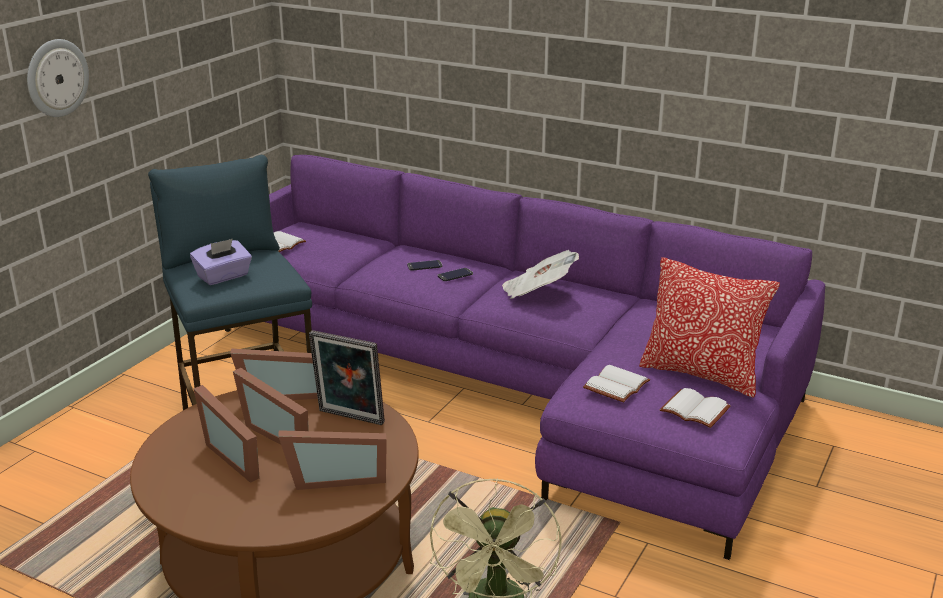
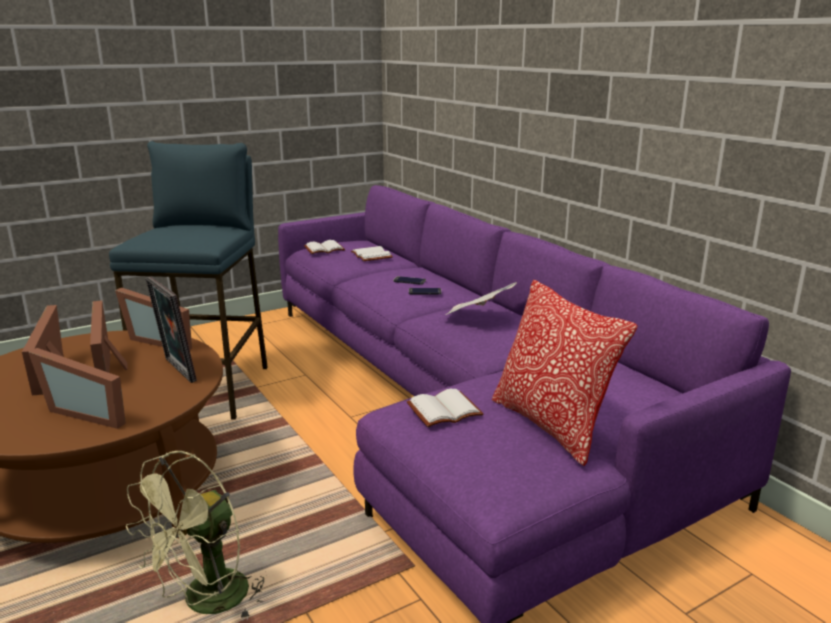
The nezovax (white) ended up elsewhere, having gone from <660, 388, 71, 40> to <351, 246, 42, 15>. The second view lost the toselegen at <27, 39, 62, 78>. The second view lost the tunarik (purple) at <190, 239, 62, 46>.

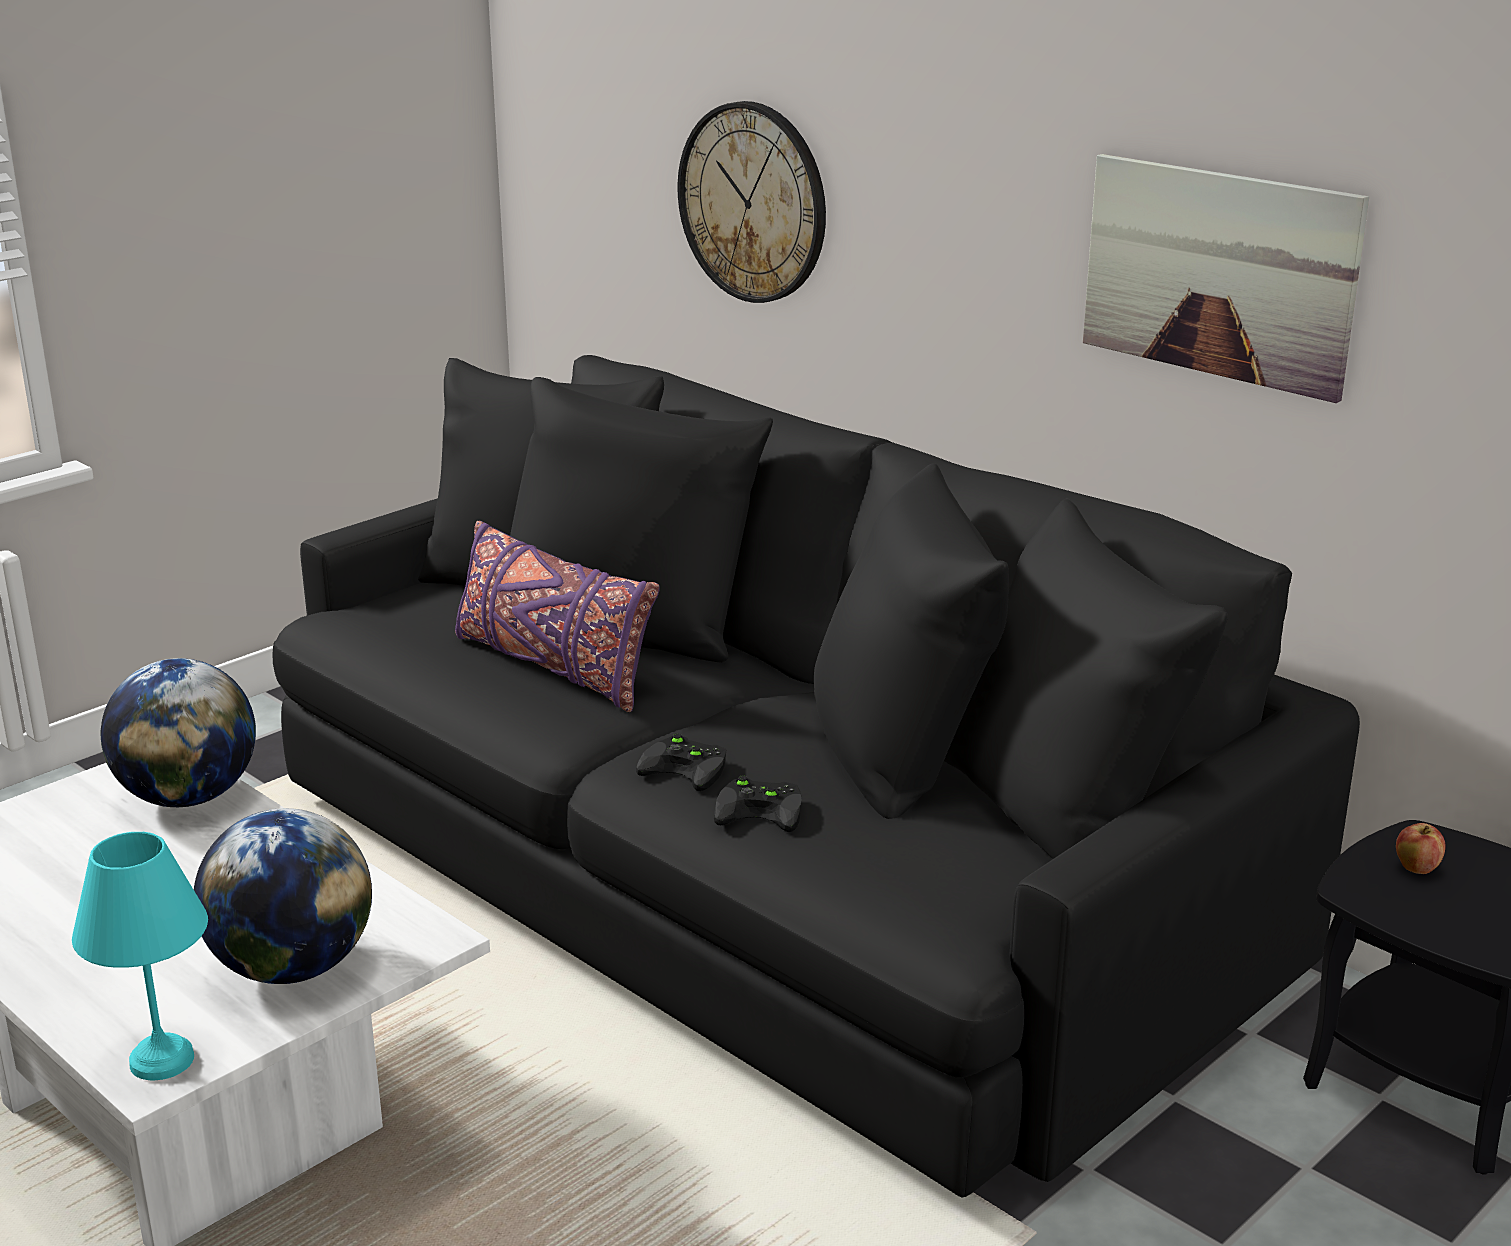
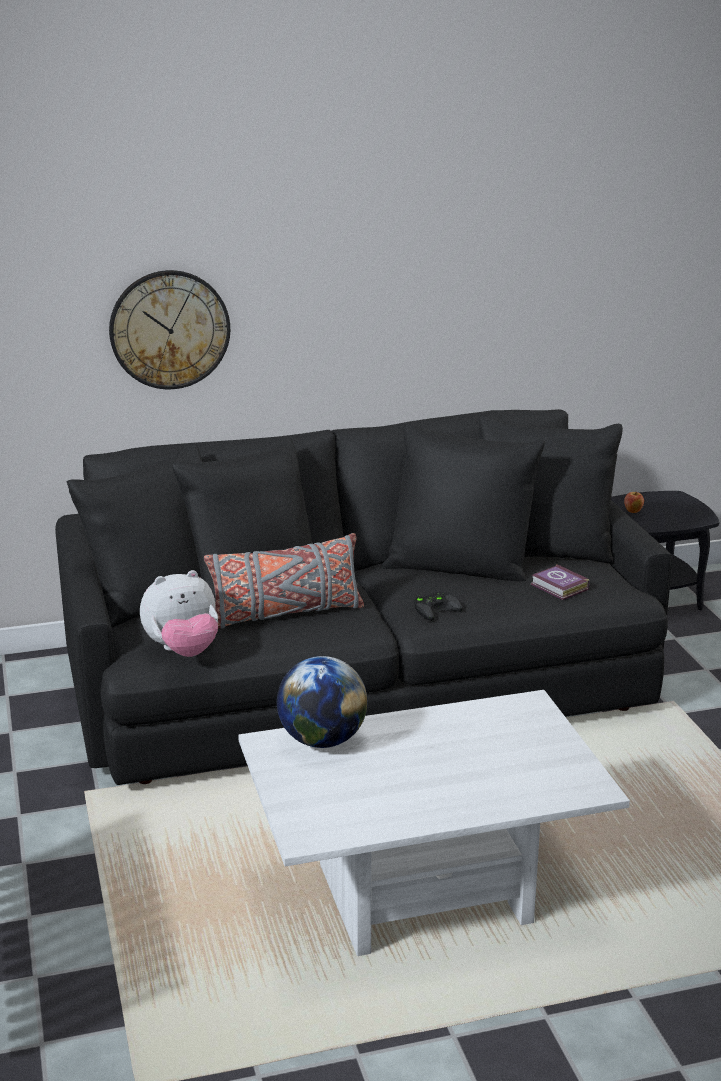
The second view gained the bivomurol at <140, 570, 78, 87>. What was the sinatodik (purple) at <455, 521, 205, 191> turned into the sinatodik (grey) at <204, 533, 160, 96>. The second view gained the nezovax at <531, 564, 58, 36>. The second view lost the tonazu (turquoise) at <72, 832, 136, 249>. The second view lost the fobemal at <194, 808, 178, 176>. The second view lost the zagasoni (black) at <714, 776, 88, 56>. The second view lost the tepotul at <1083, 154, 286, 249>.

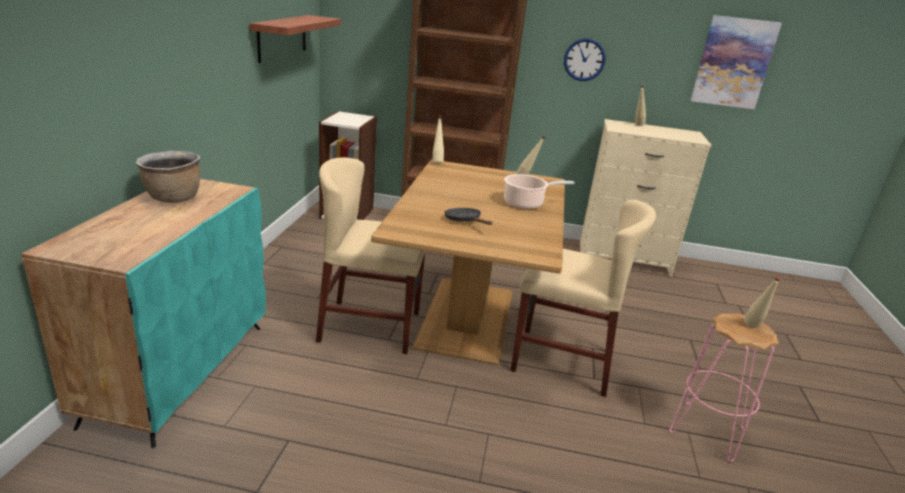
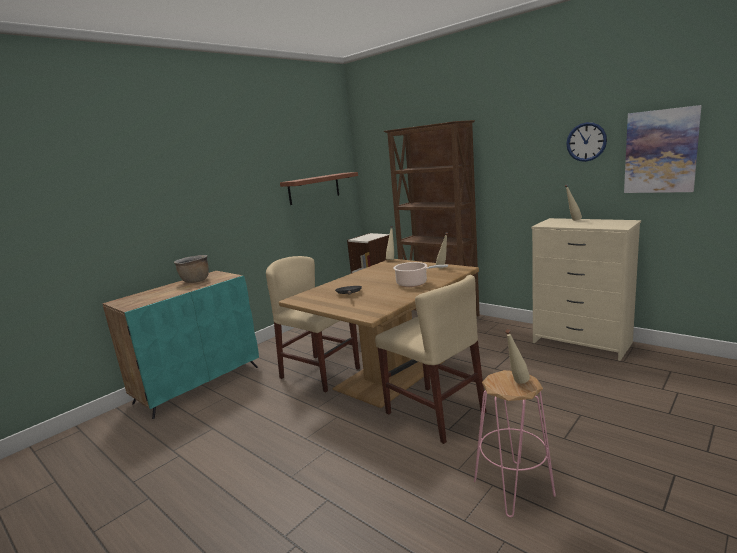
The toselegen ended up elsewhere, having gone from <564, 38, 42, 43> to <566, 122, 41, 40>.

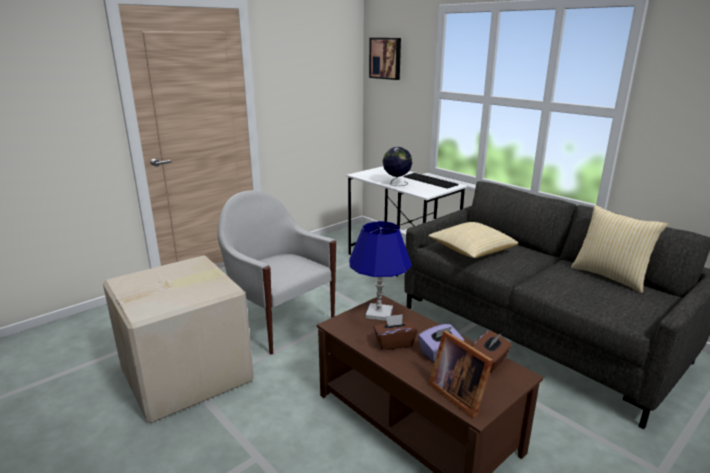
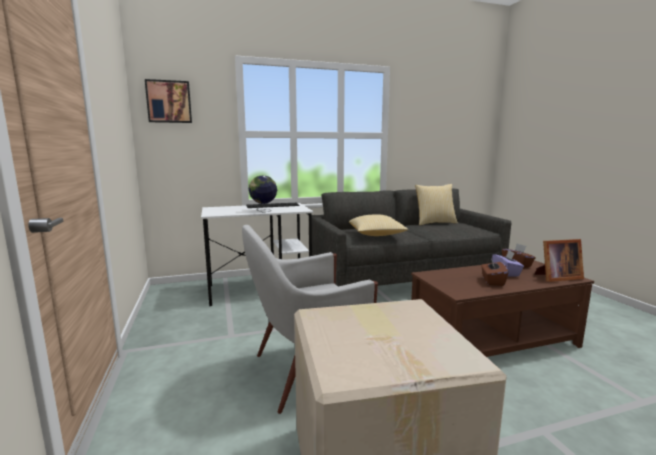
The second view lost the tonazu (blue) at <349, 221, 63, 100>.

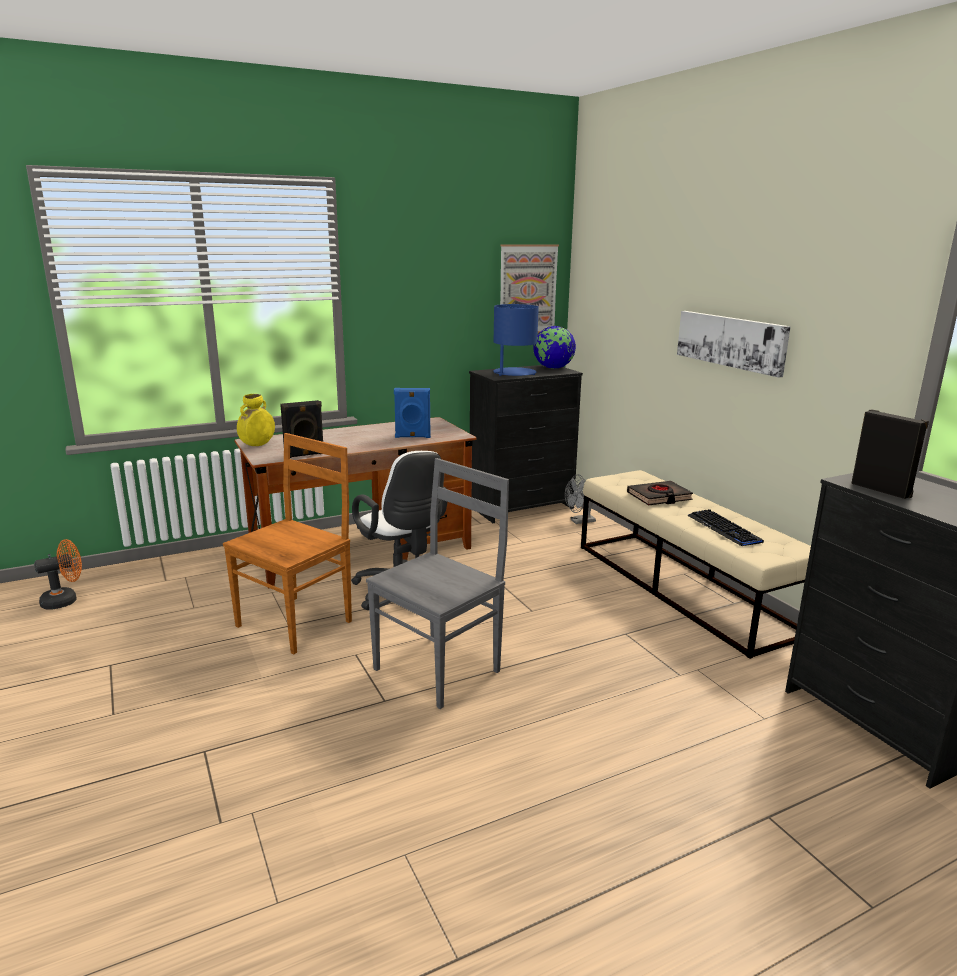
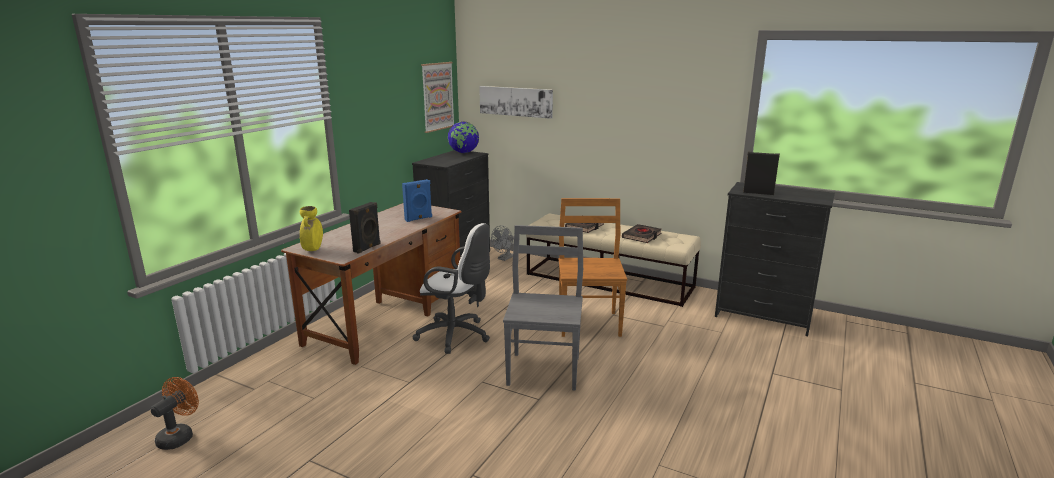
The tepotul ended up elsewhere, having gone from <677, 311, 114, 67> to <479, 86, 74, 33>. The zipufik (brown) ended up elsewhere, having gone from <223, 433, 129, 221> to <559, 198, 68, 139>. Where the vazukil stood at <687, 509, 77, 37>, the nezovax (black) came to stand at <622, 224, 40, 19>. The second view lost the tonazu (blue) at <493, 304, 46, 72>.

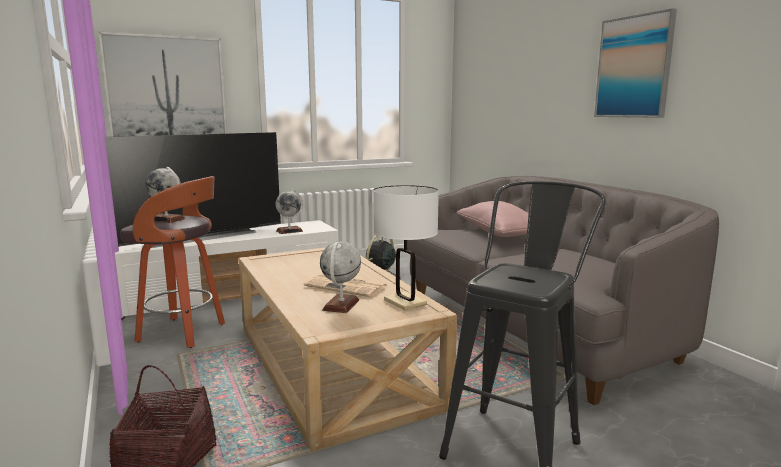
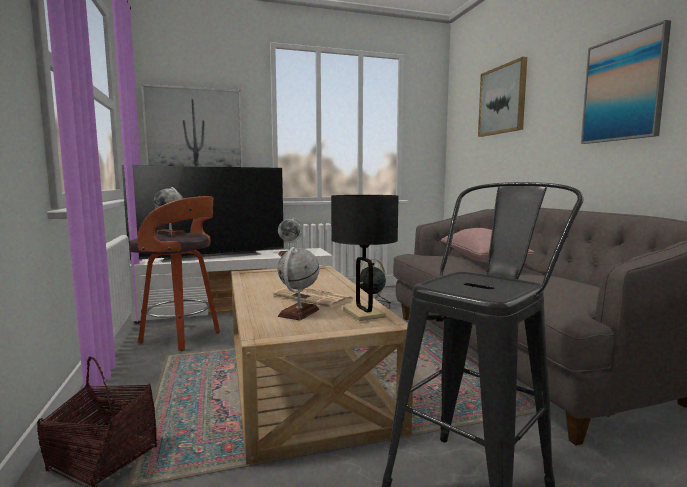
What was the tonazu (white) at <373, 185, 66, 126> turned into the tonazu (black) at <331, 195, 68, 126>. The second view gained the tepotul at <478, 57, 49, 80>.

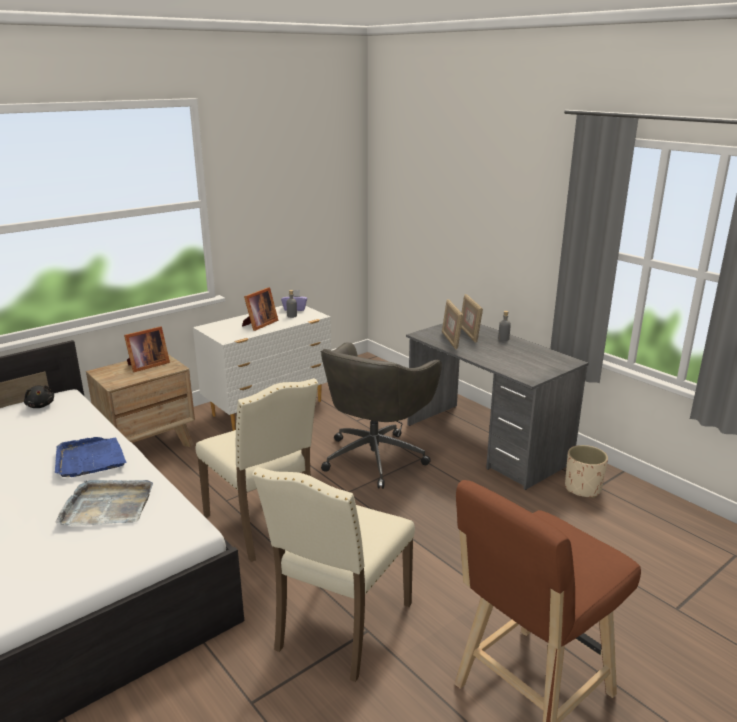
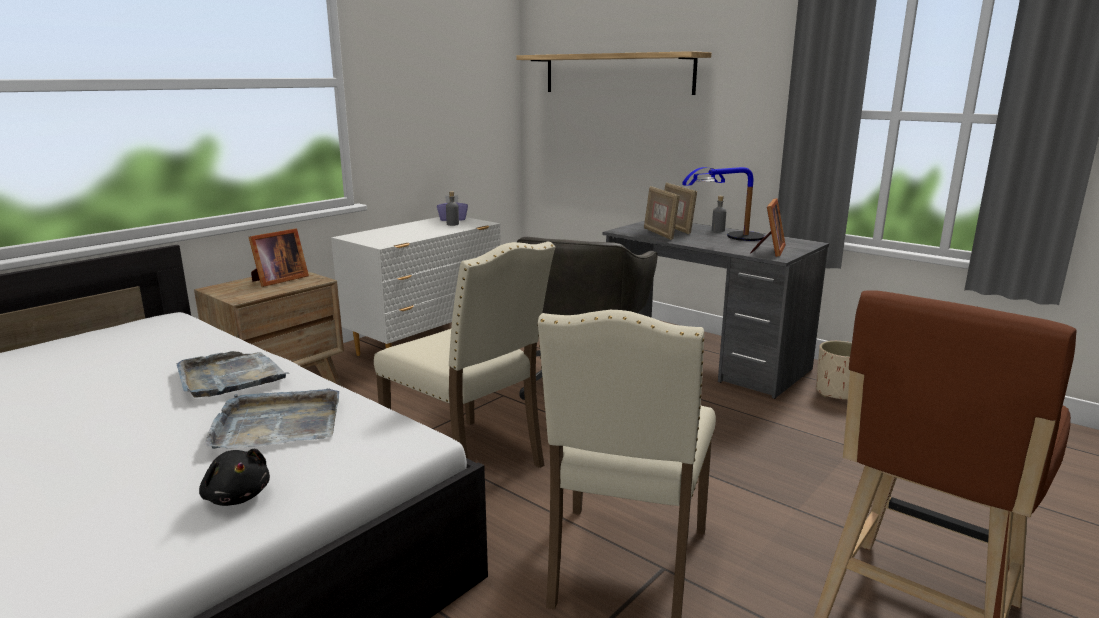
What was the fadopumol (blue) at <55, 437, 72, 40> turned into the fadopumol (grey) at <177, 351, 112, 47>. The bivomurol (black) ended up elsewhere, having gone from <24, 385, 30, 23> to <199, 449, 71, 57>. The second view gained the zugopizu at <516, 51, 195, 44>. The second view gained the tonazu at <682, 167, 83, 74>. The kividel ended up elsewhere, having gone from <242, 287, 37, 44> to <750, 198, 36, 59>.

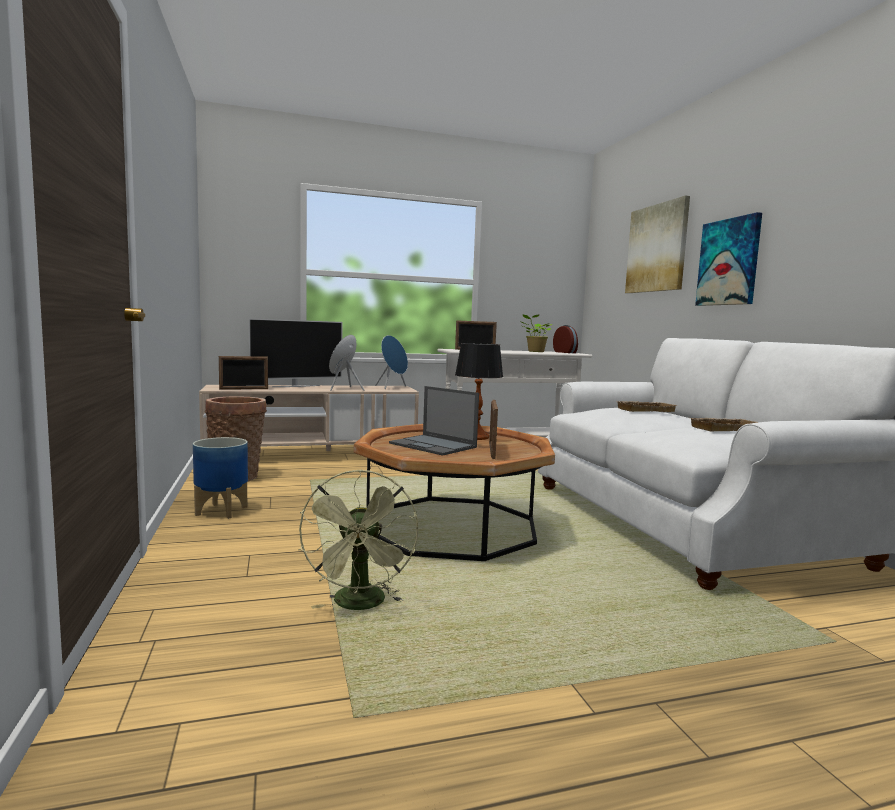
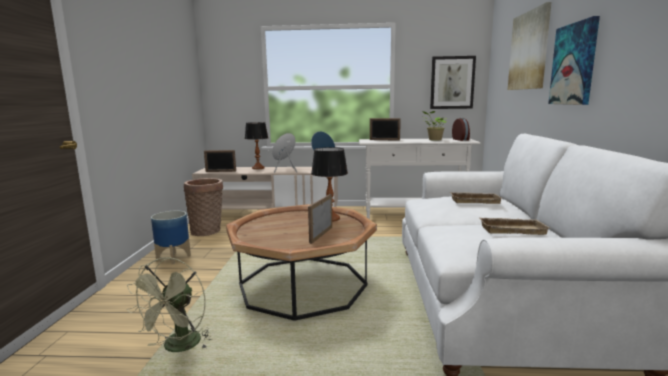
Where the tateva stood at <248, 318, 95, 69>, the tonazu came to stand at <245, 122, 23, 48>. The second view gained the tepotul at <430, 56, 46, 53>. The second view lost the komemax at <389, 386, 90, 70>.

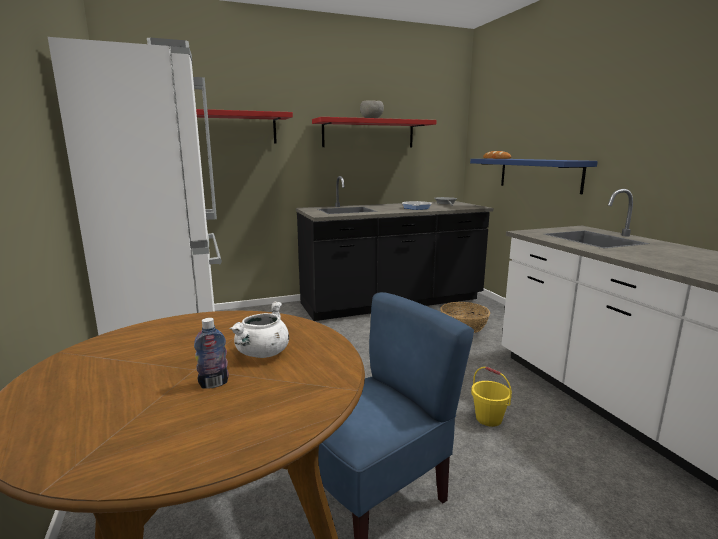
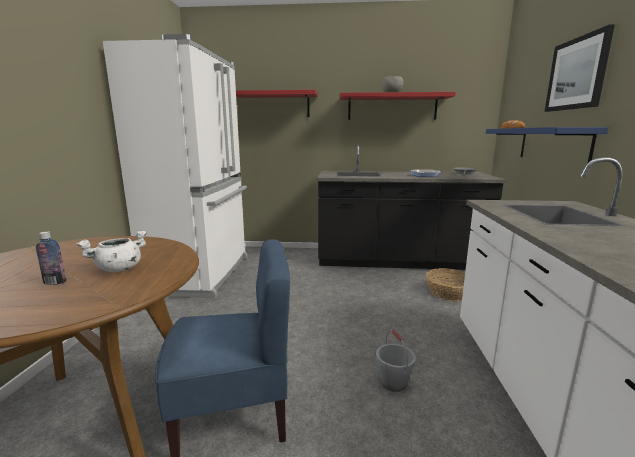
What was the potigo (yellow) at <471, 367, 41, 60> turned into the potigo (grey) at <376, 330, 40, 62>. The second view gained the tepotul at <545, 24, 70, 88>.

